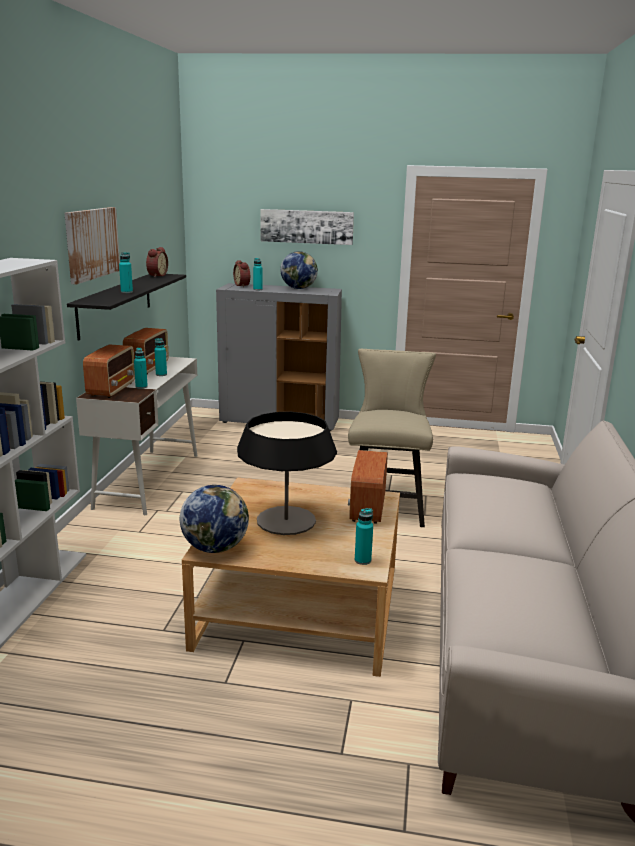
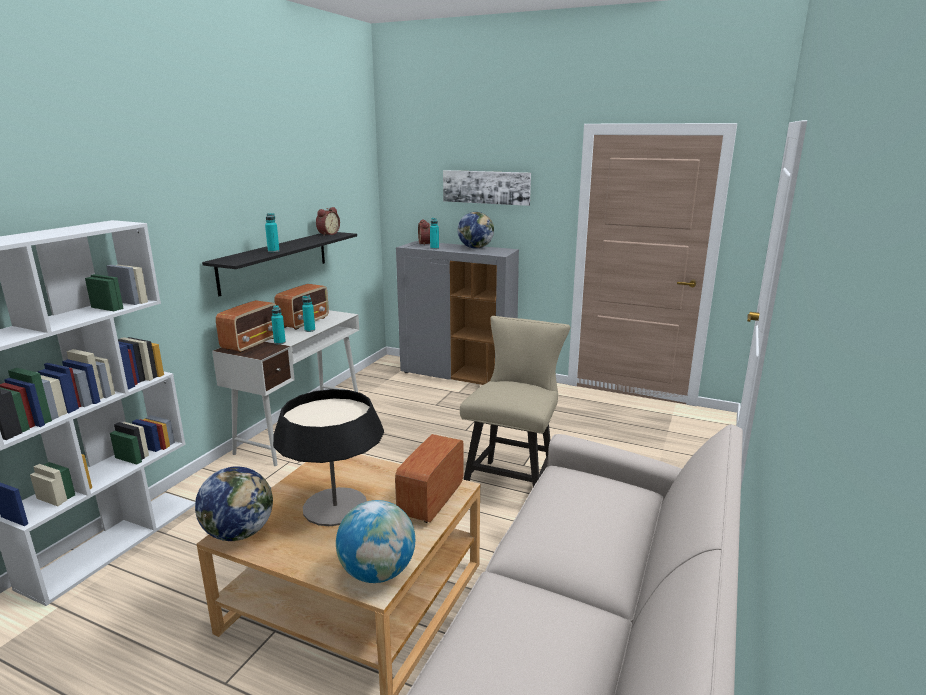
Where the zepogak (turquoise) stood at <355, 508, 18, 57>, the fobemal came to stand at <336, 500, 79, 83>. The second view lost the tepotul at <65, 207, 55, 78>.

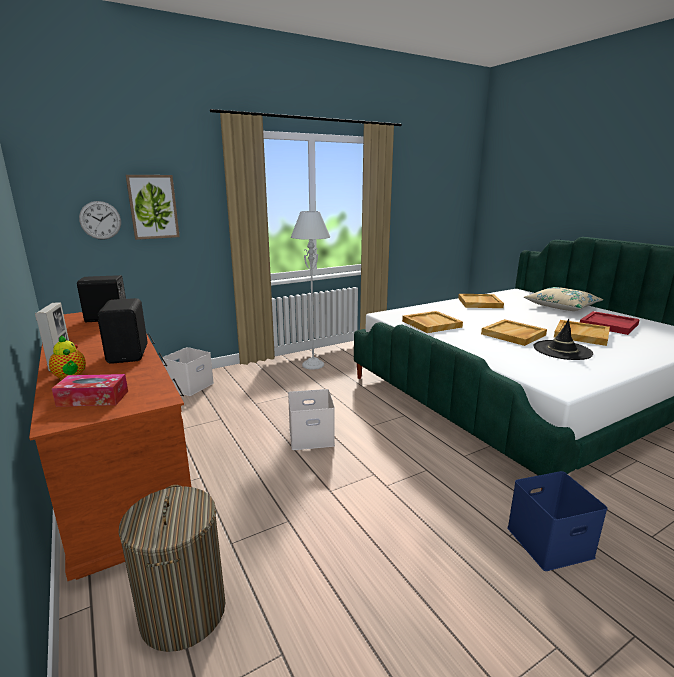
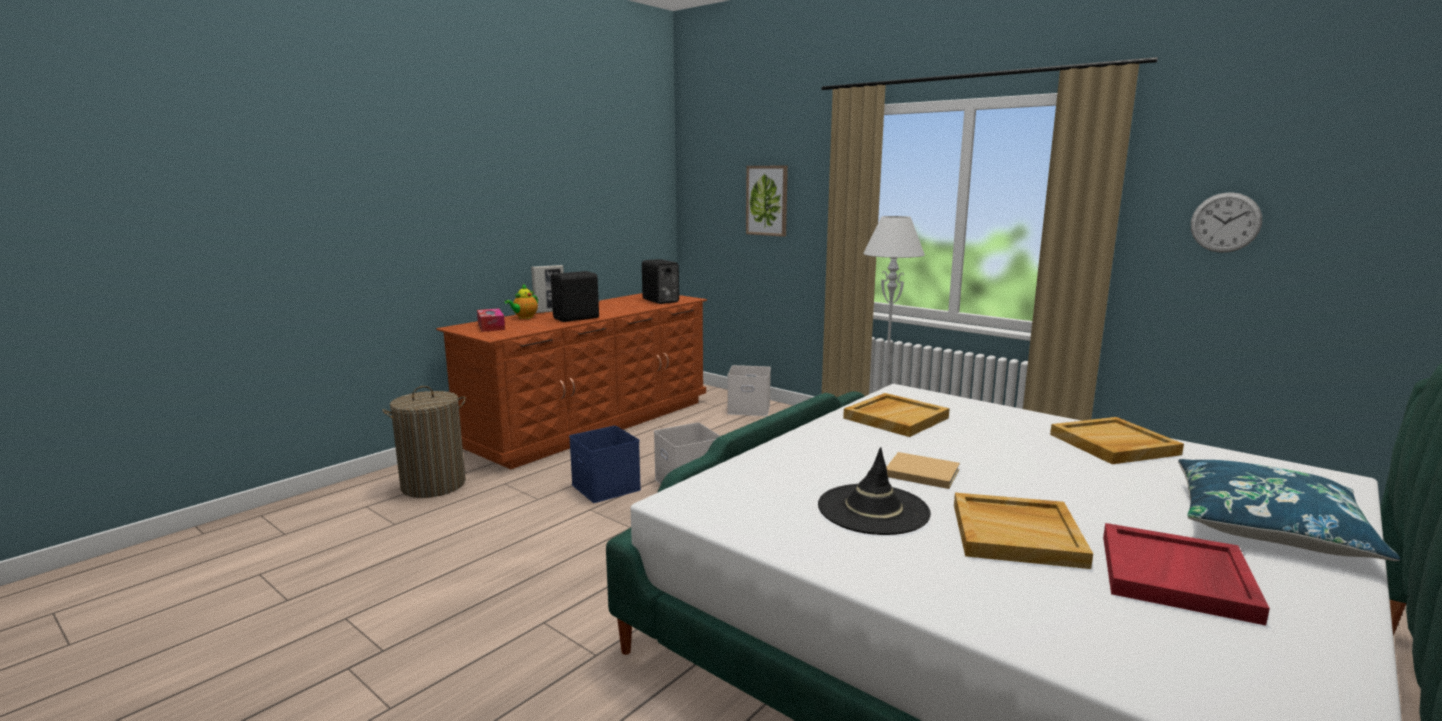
The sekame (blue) ended up elsewhere, having gone from <507, 471, 101, 100> to <569, 426, 72, 77>. Where the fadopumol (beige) stood at <481, 319, 66, 27>, the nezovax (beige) came to stand at <886, 452, 74, 37>. What was the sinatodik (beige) at <524, 287, 79, 24> turned into the sinatodik (blue) at <1178, 459, 222, 102>. The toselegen ended up elsewhere, having gone from <79, 201, 42, 39> to <1191, 192, 71, 61>.

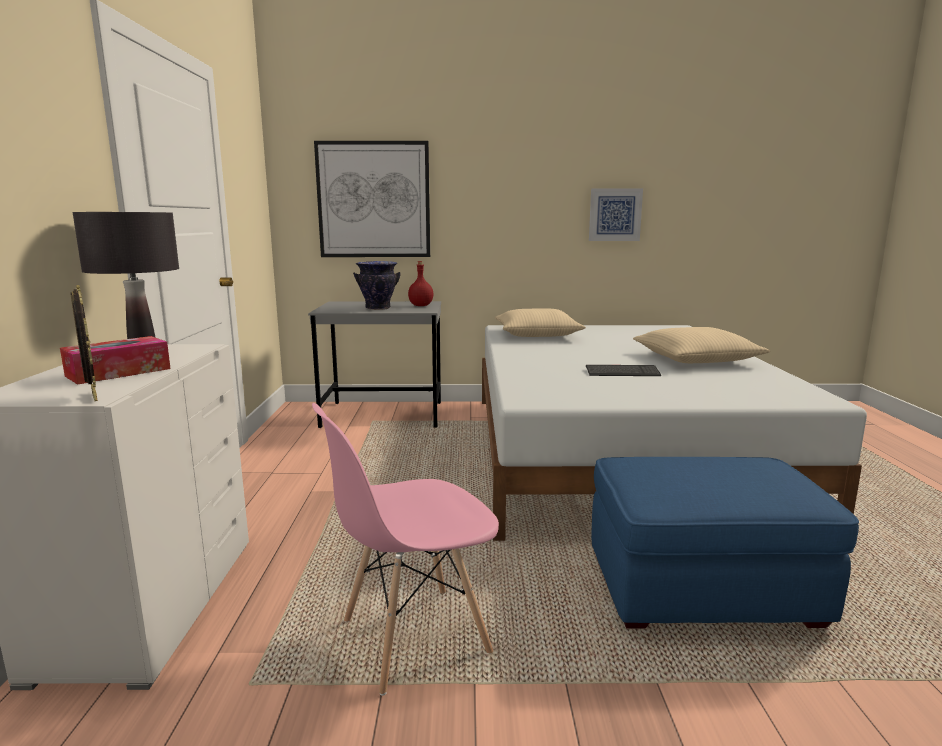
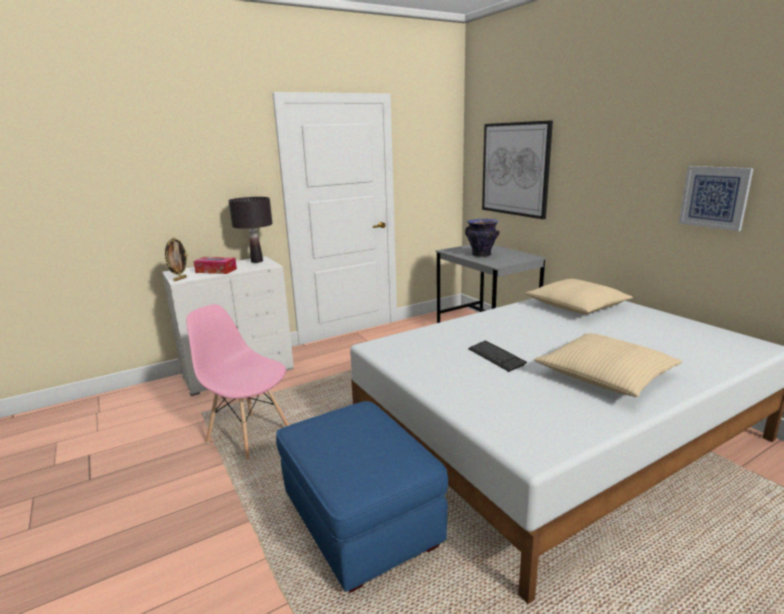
The second view lost the zepogak (red) at <408, 261, 25, 45>.

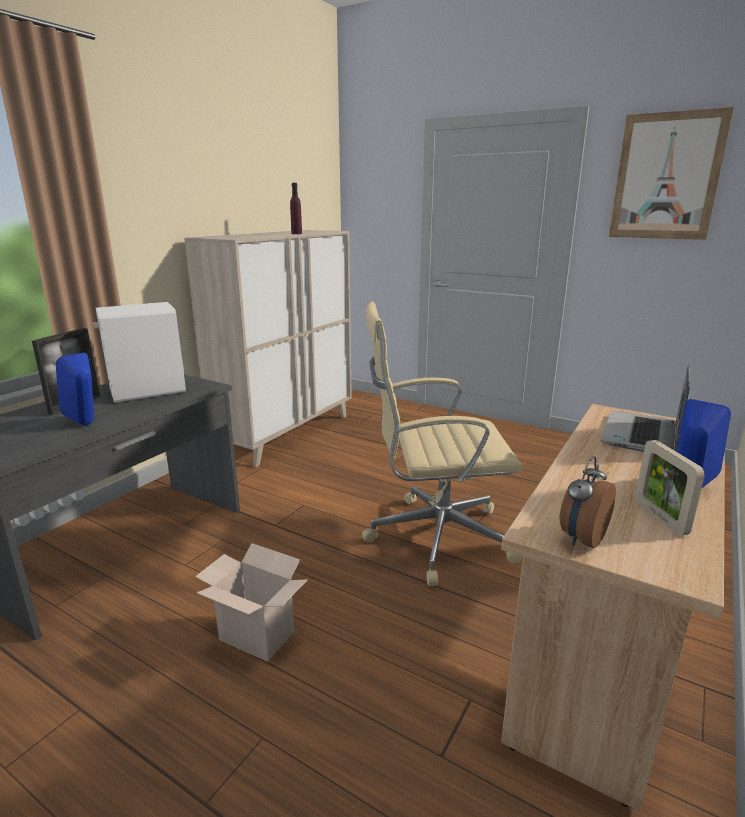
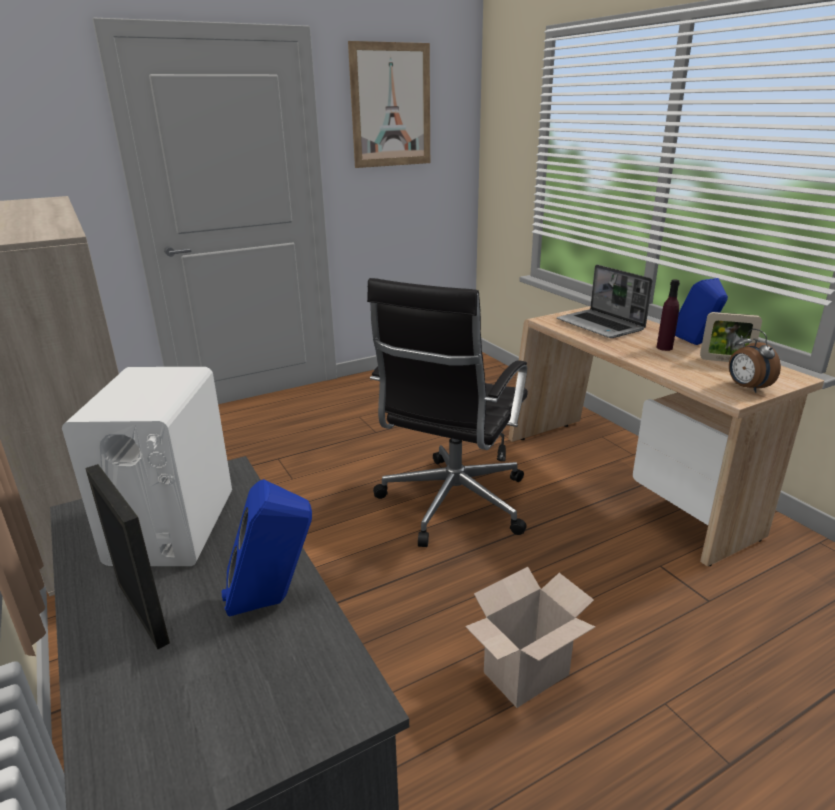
What was the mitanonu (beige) at <362, 301, 161, 285> turned into the mitanonu (black) at <367, 278, 161, 269>. The zepogak (purple) ended up elsewhere, having gone from <290, 183, 12, 51> to <656, 279, 24, 72>.

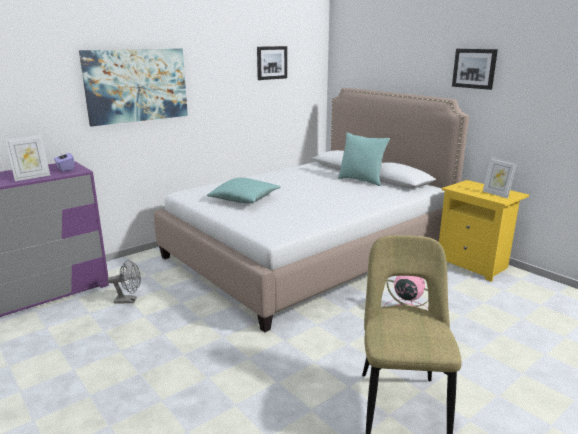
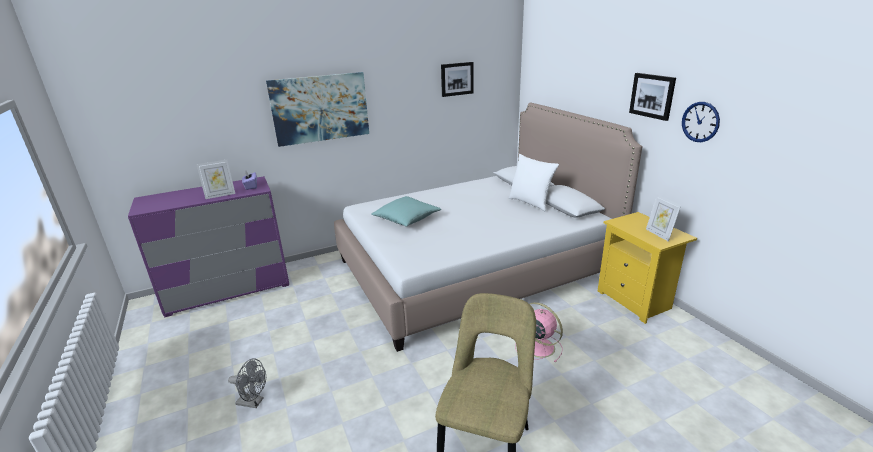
The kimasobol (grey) ended up elsewhere, having gone from <108, 260, 33, 44> to <228, 358, 38, 50>. What was the sinatodik (turquoise) at <338, 132, 52, 54> turned into the sinatodik (white) at <509, 154, 50, 57>. The second view gained the toselegen at <682, 102, 38, 40>.

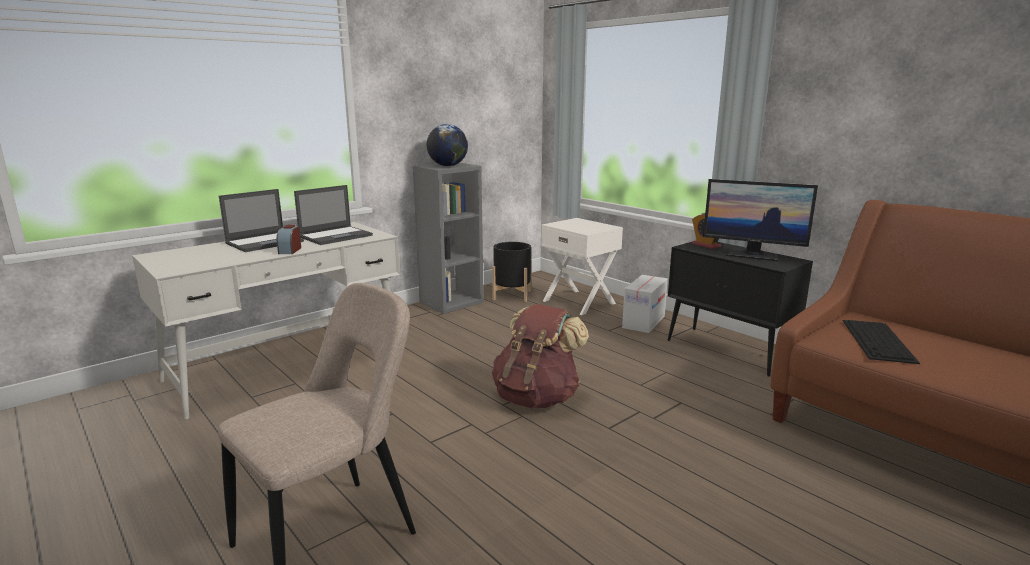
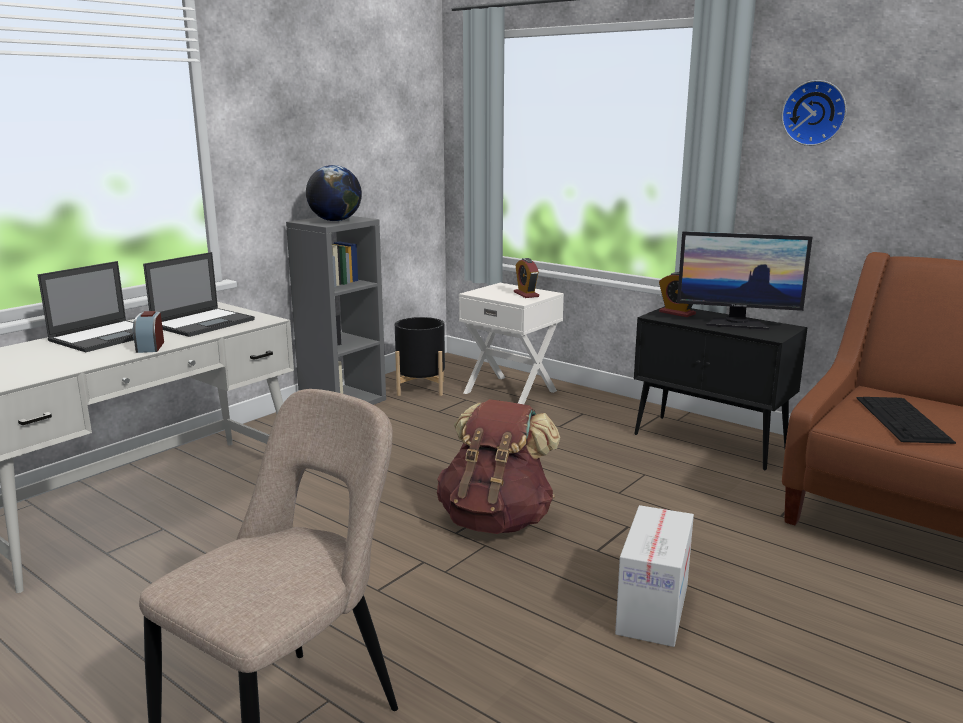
The second view gained the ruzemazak at <514, 258, 25, 40>. The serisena ended up elsewhere, having gone from <622, 275, 46, 58> to <615, 505, 79, 142>. The second view gained the toselegen at <782, 80, 65, 66>.

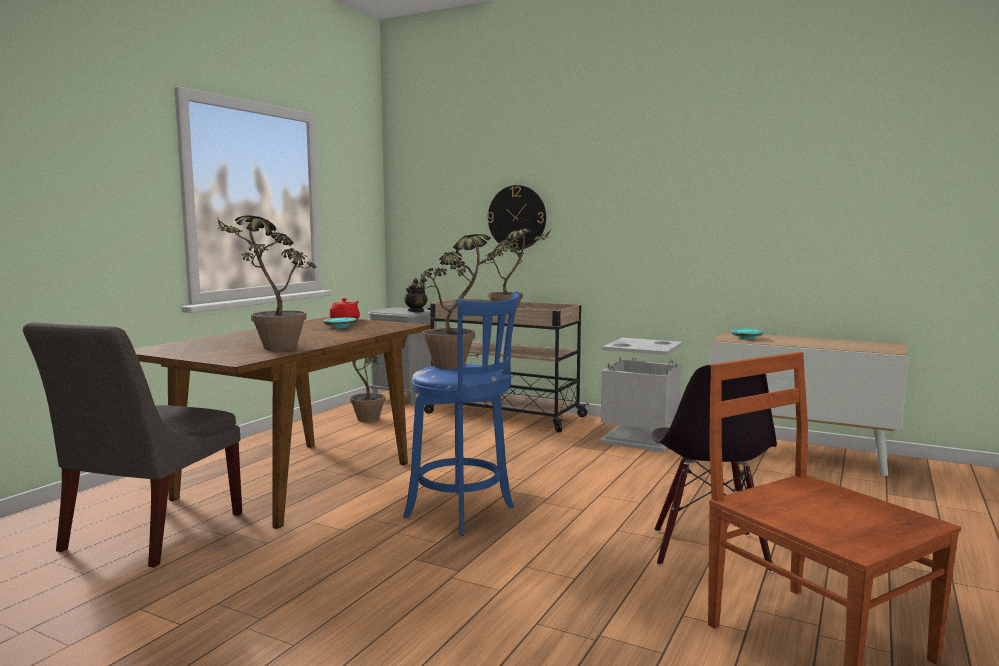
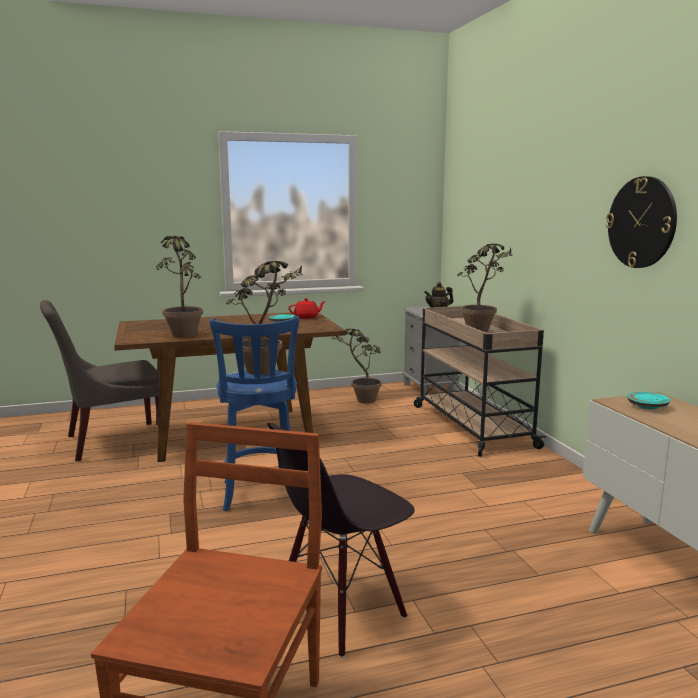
The toselegen ended up elsewhere, having gone from <487, 185, 59, 65> to <606, 176, 71, 92>. The second view lost the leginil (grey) at <600, 338, 83, 114>.

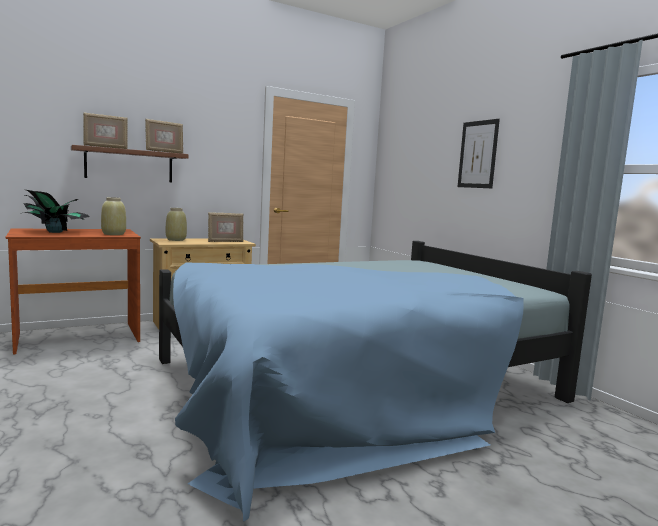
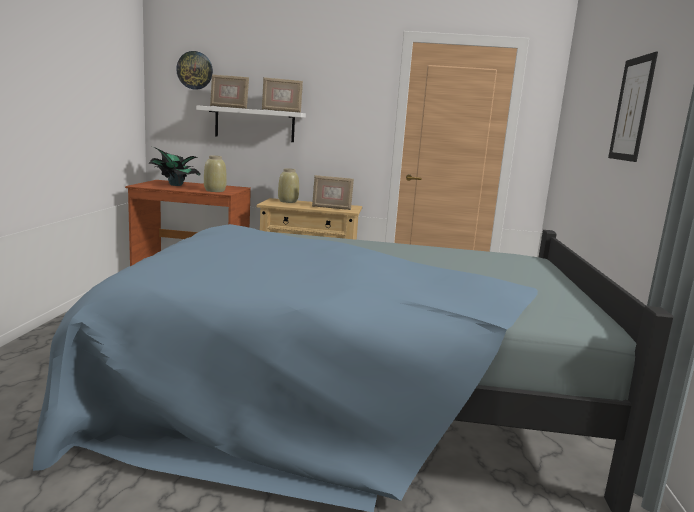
The second view gained the toselegen at <176, 51, 37, 39>. What was the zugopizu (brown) at <71, 145, 117, 37> turned into the zugopizu (white) at <196, 105, 110, 37>.

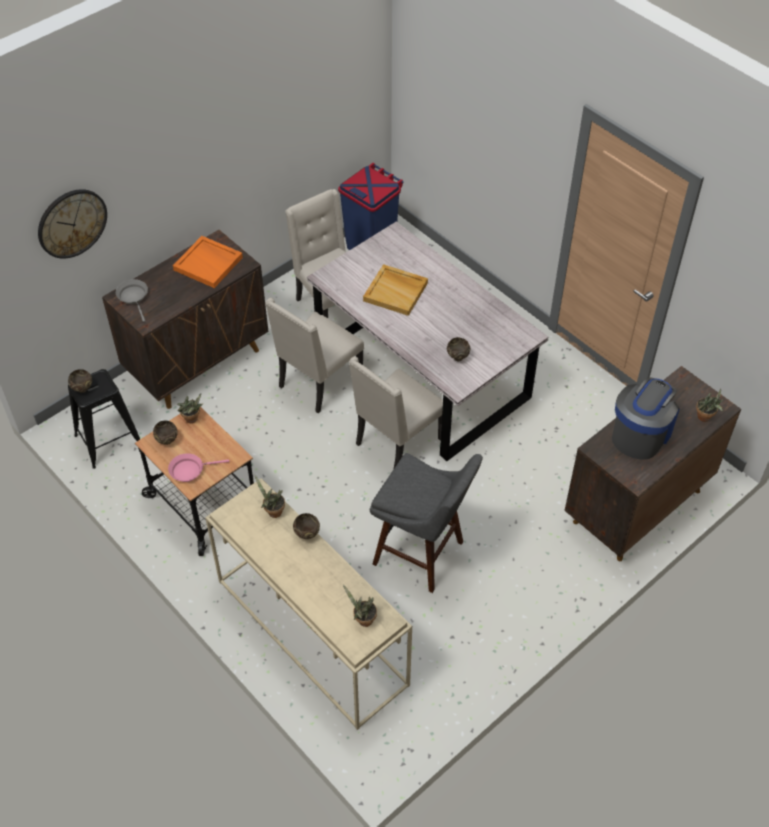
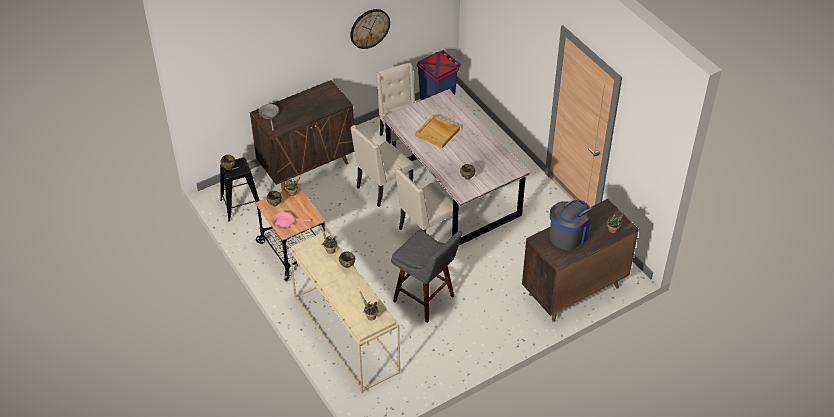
The toselegen ended up elsewhere, having gone from <38, 189, 69, 69> to <350, 9, 40, 40>. The second view lost the fadopumol (orange) at <173, 236, 70, 52>.

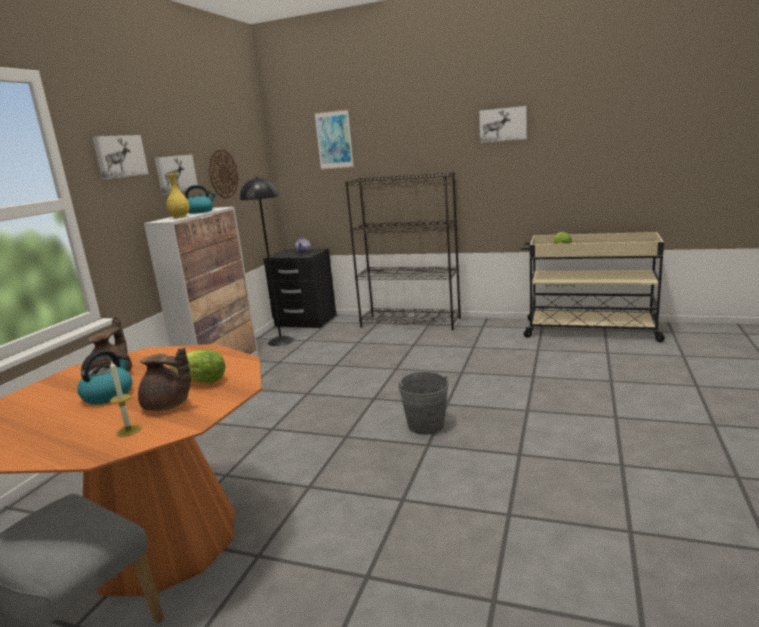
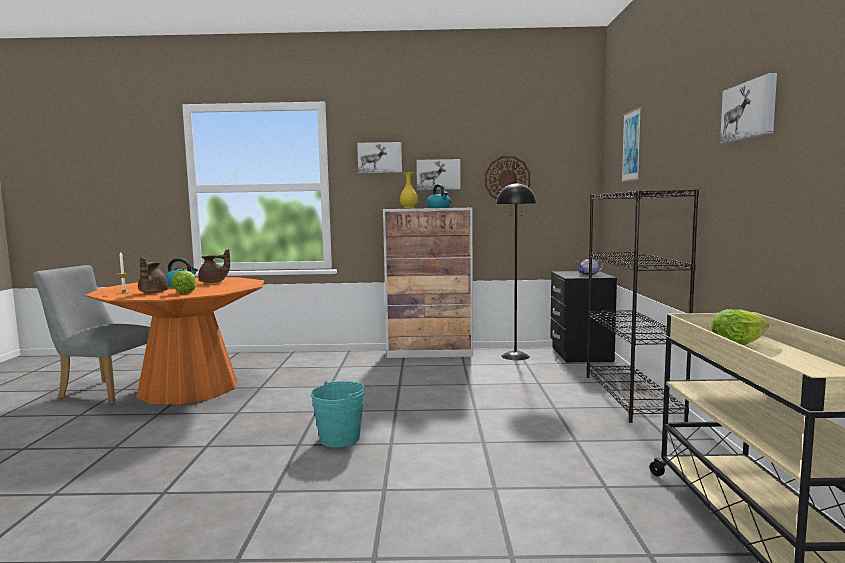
What was the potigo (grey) at <398, 372, 51, 63> turned into the potigo (turquoise) at <310, 381, 55, 67>.

